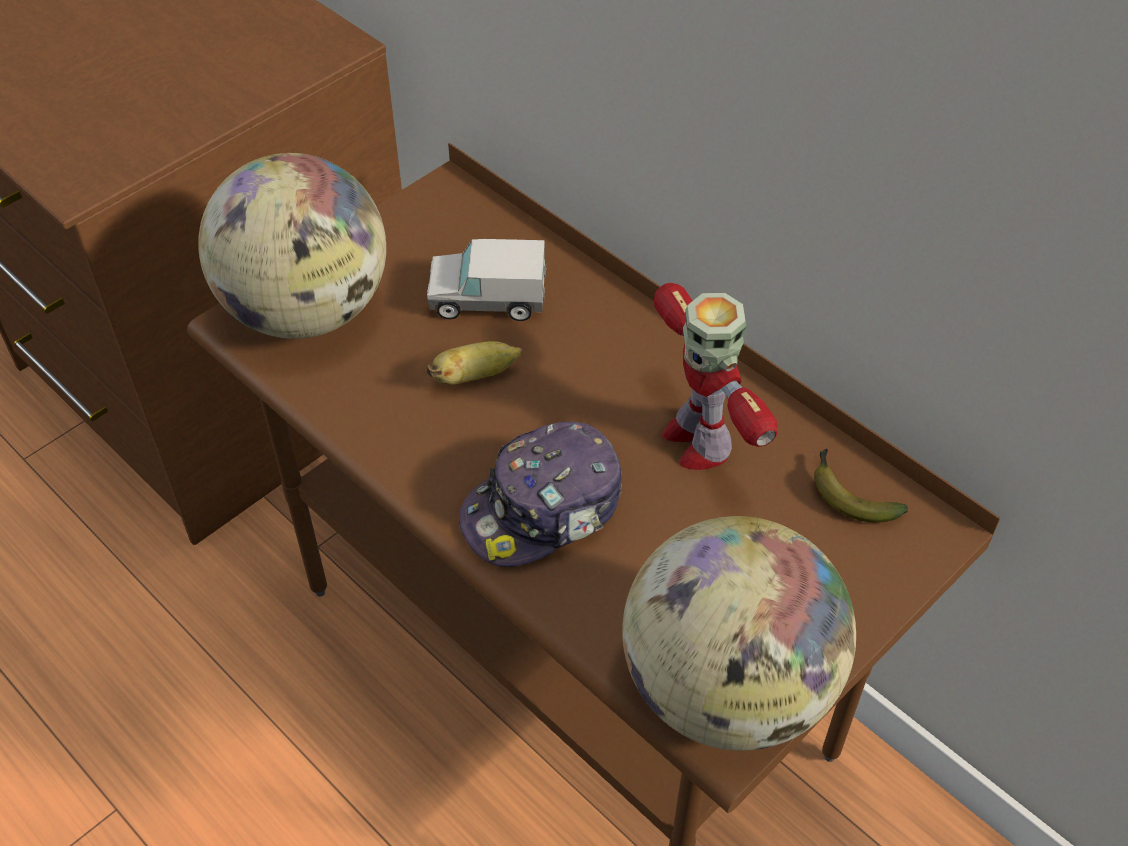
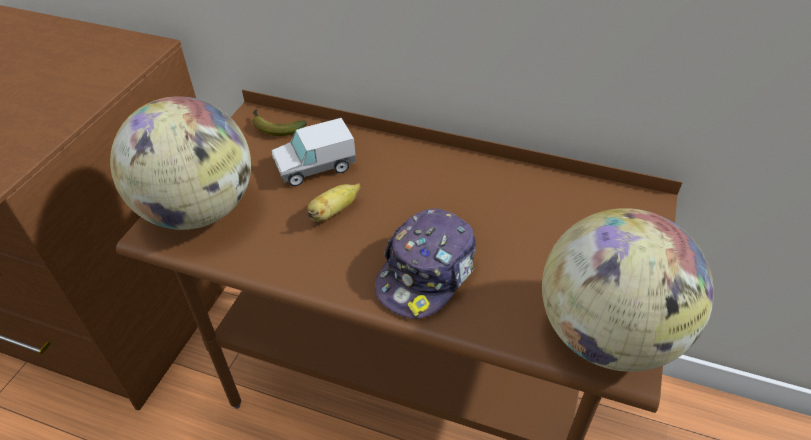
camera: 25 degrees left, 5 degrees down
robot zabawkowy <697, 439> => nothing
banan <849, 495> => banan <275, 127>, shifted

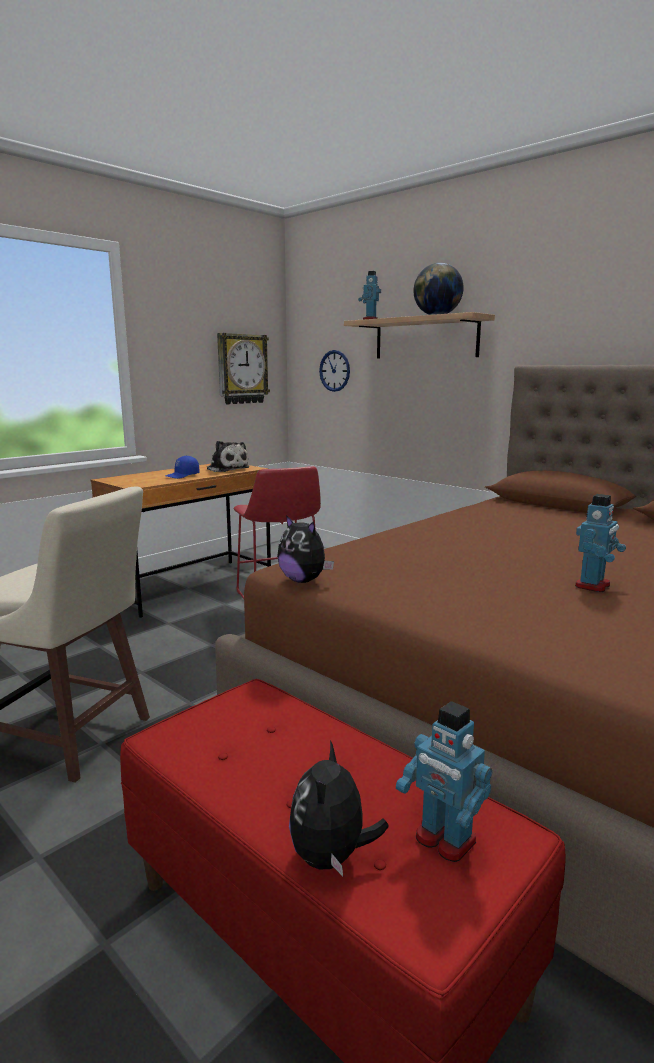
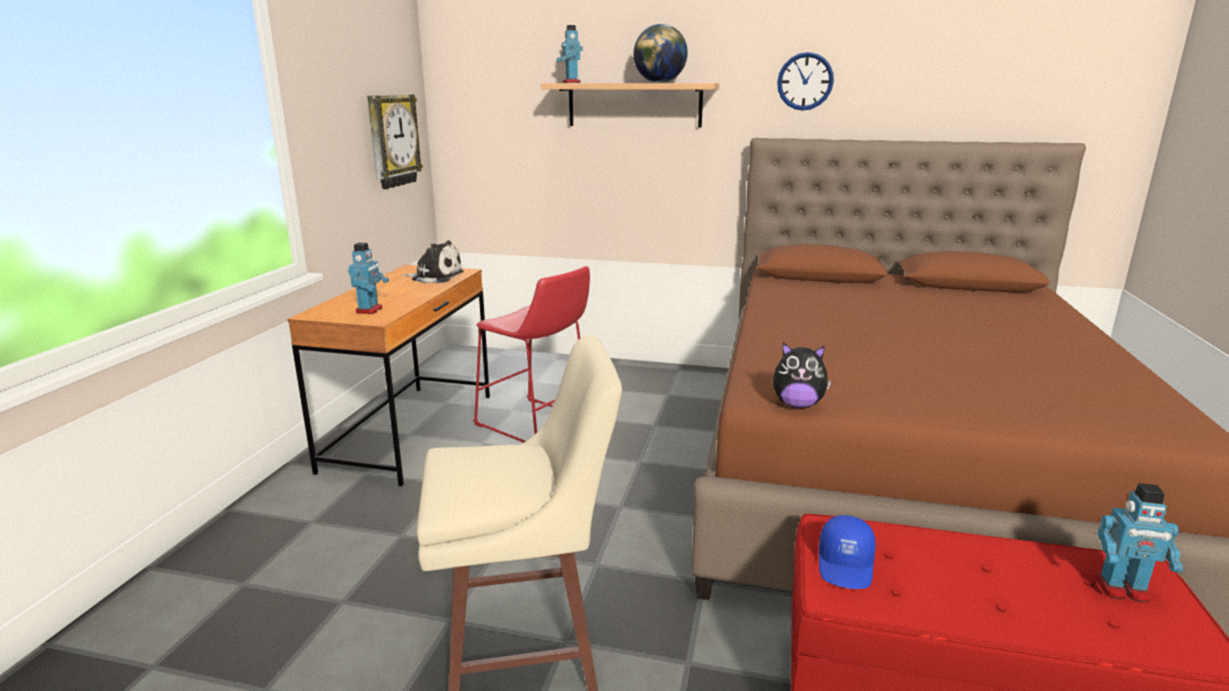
camera: 30 degrees left, 5 degrees up
czapka z daszkiem/niebieski <182, 476> => czapka z daszkiem/niebieski <846, 565>, shifted
pluszak <332, 857> => nothing
zegar ścienny <334, 371> => zegar ścienny <805, 81>, shifted
robot zabawkowy <593, 586> => robot zabawkowy <370, 310>, shifted

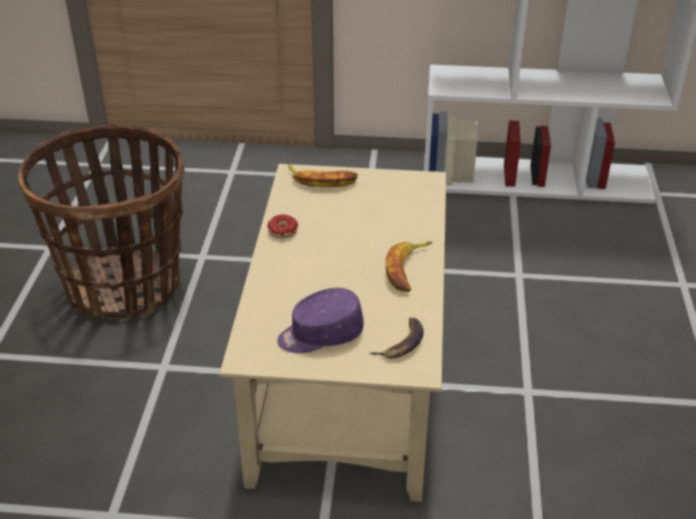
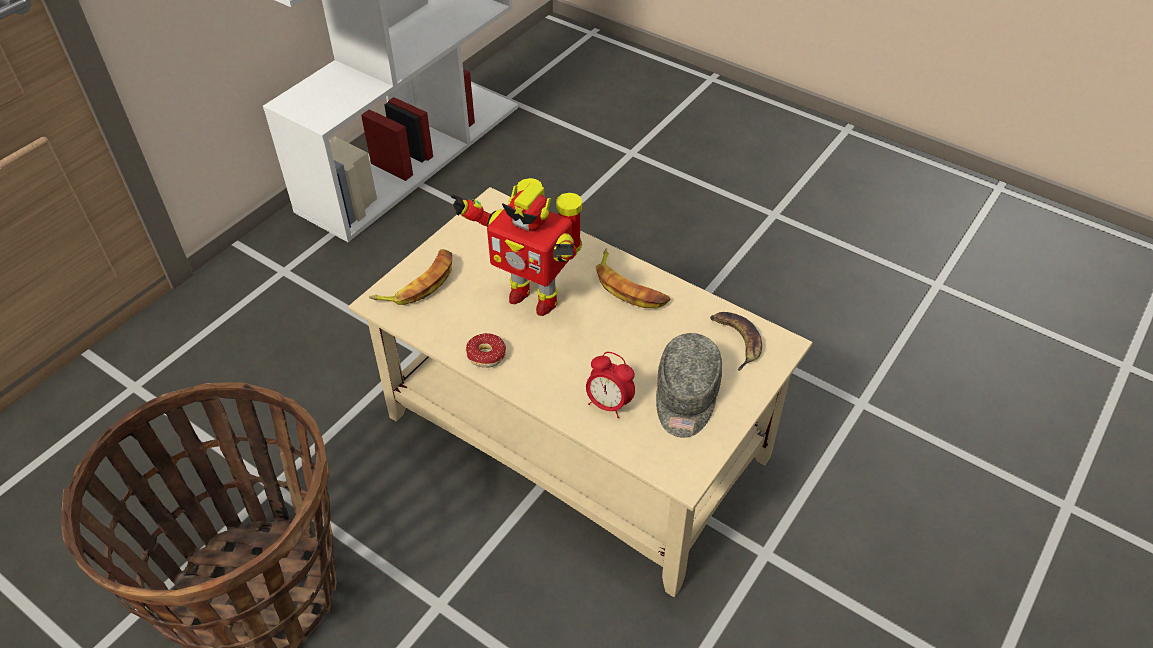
camera: 60 degrees left, 10 degrees up
czapka z daszkiem/fioletowy <320, 335> => czapka z daszkiem/szary <686, 397>
nothing => robot zabawkowy <533, 296>
nothing => budzik <608, 404>

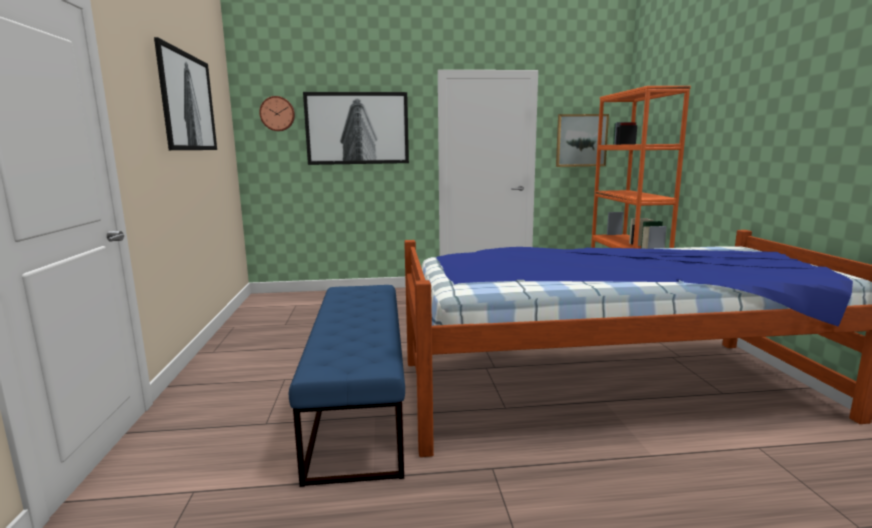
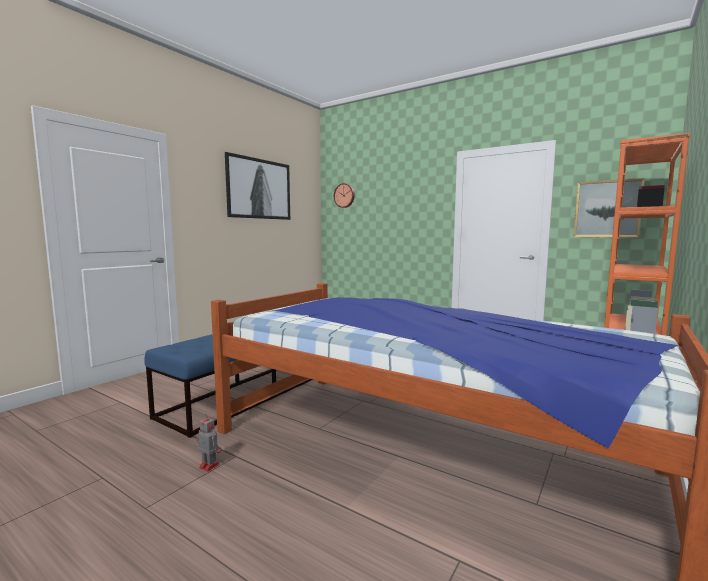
camera: 40 degrees right, 5 degrees down
obraz <357, 128> => nothing
nothing => robot zabawkowy <208, 465>

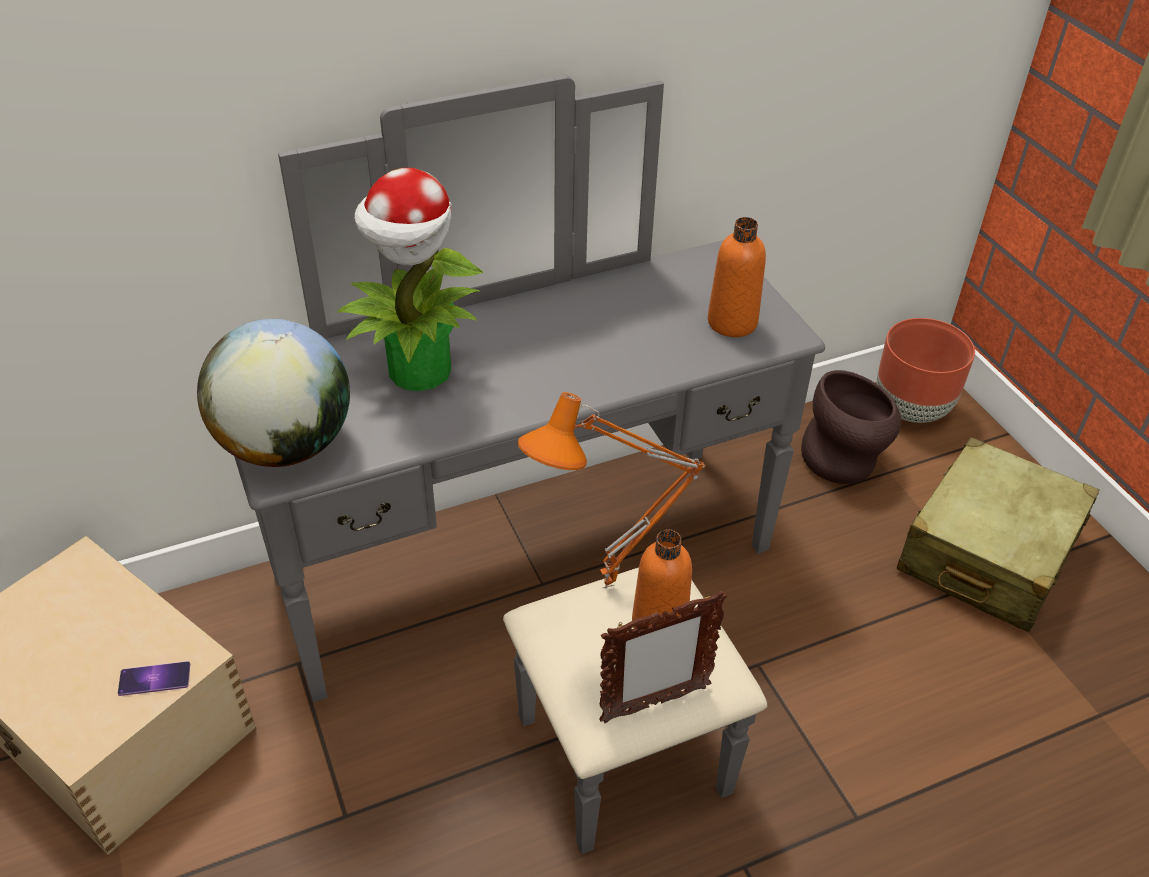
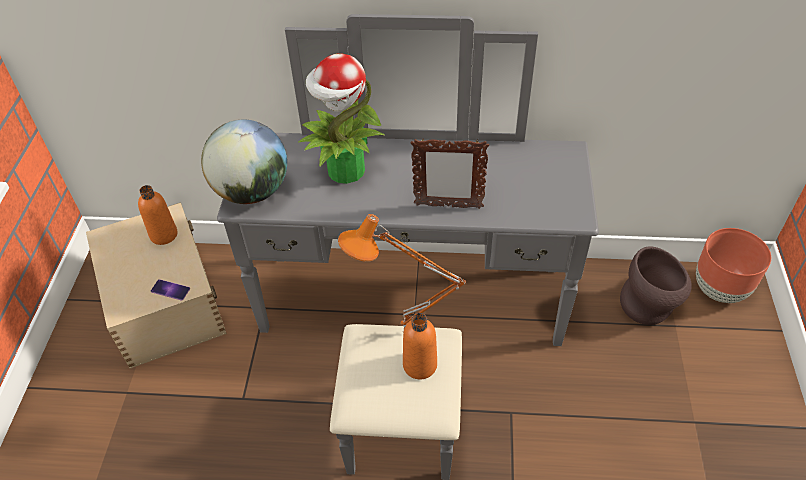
camera: 30 degrees right, 5 degrees up
ramka na zdjęcie <654, 704> => ramka na zdjęcie <448, 206>, shifted
butelka/pomarańczowy <732, 322> => butelka/pomarańczowy <164, 235>, shifted
walizka/beżowy <988, 553> => nothing

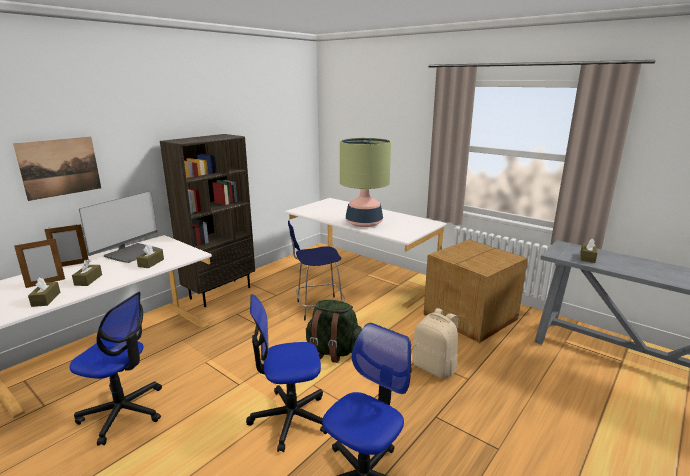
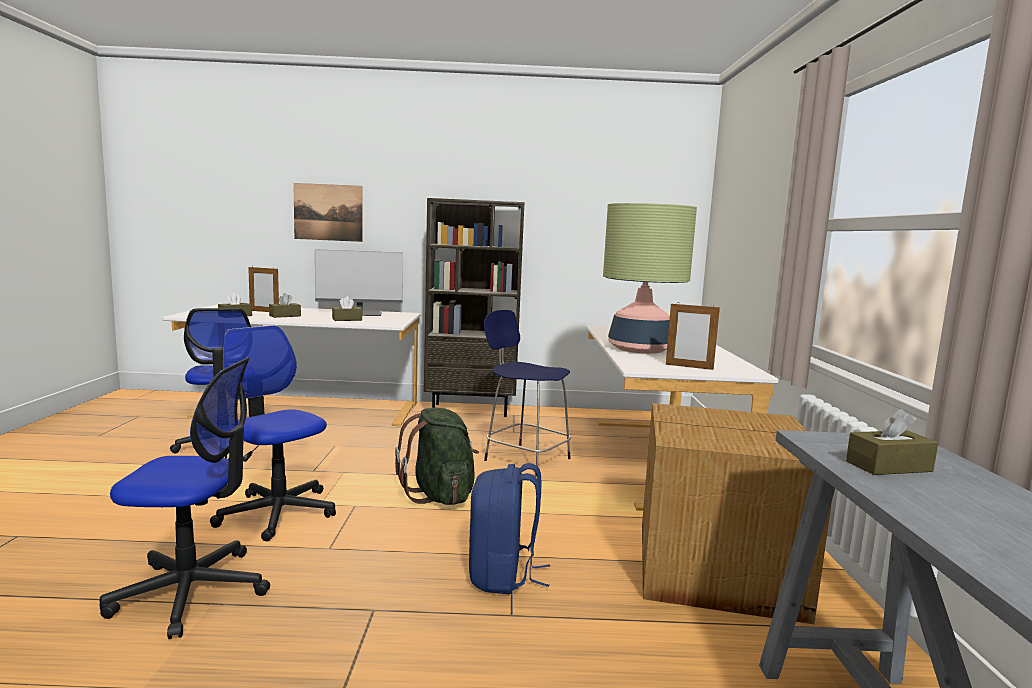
camera: 50 degrees right, 10 degrees down
ramka na zdjęcie <71, 265> => ramka na zdjęcie <689, 367>, shifted
plecak/beżowy <435, 367> => plecak/niebieski <503, 576>

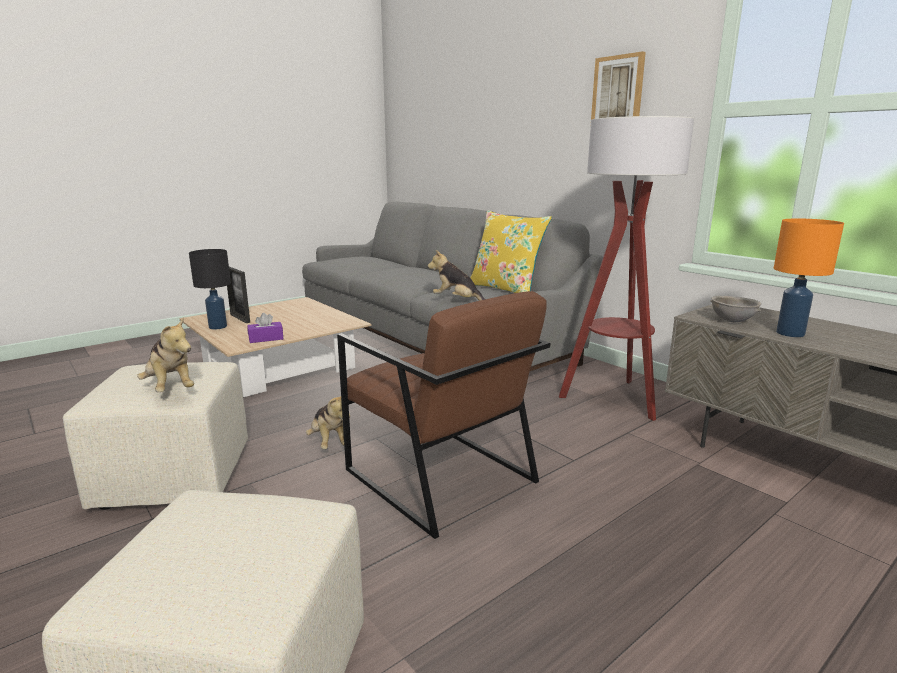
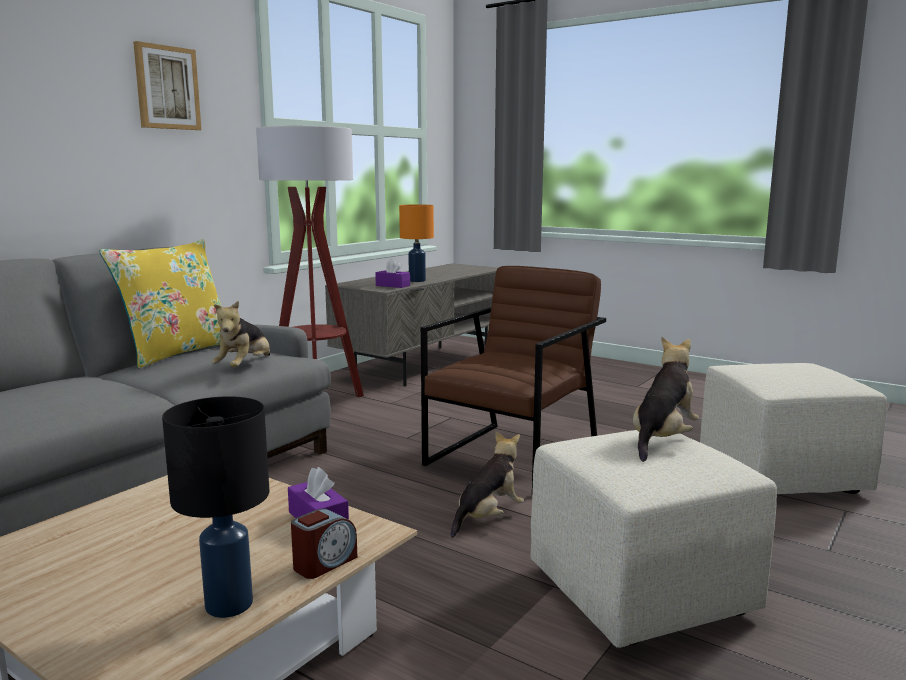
camera: 105 degrees left, 5 degrees down
ramka na zdjęcie <240, 318> => nothing
miska/szary <732, 321> => pudełko chusteczek/fioletowy <392, 285>
nothing => budzik <324, 563>

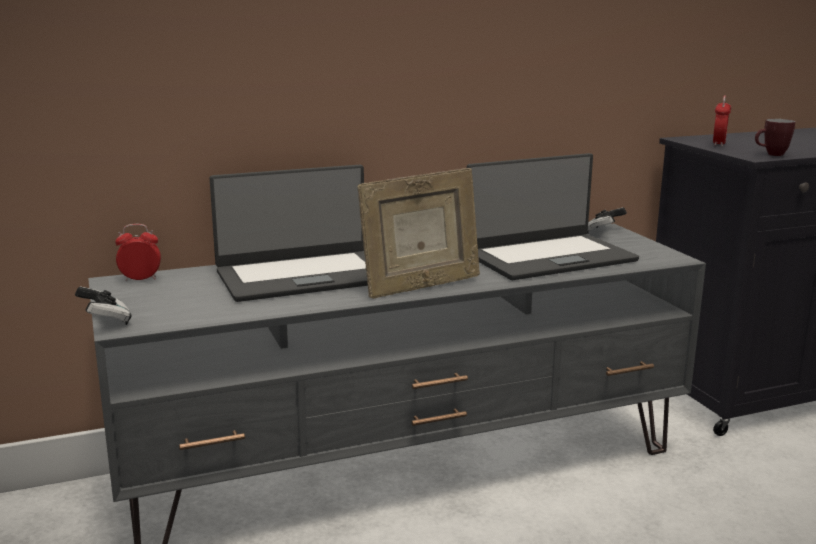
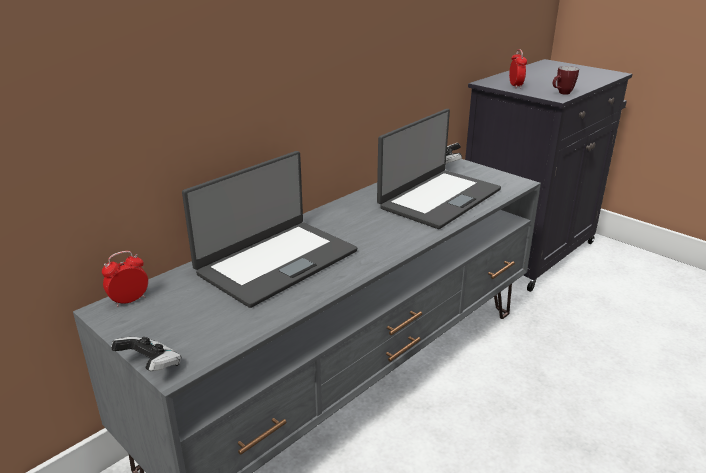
camera: 25 degrees left, 10 degrees up
ramka na zdjęcie <421, 287> => nothing

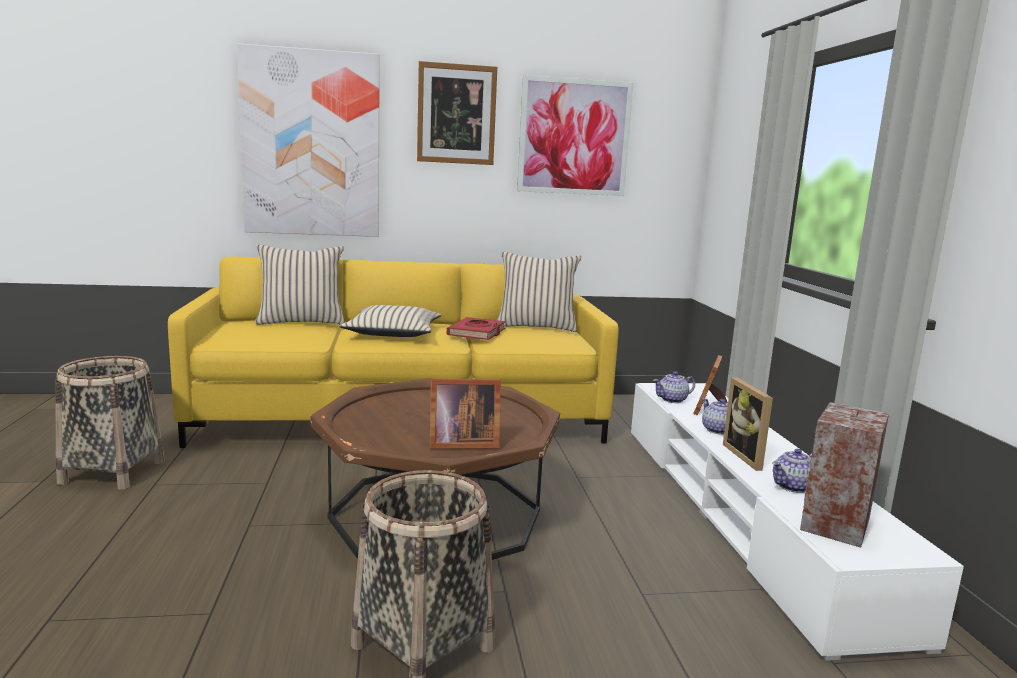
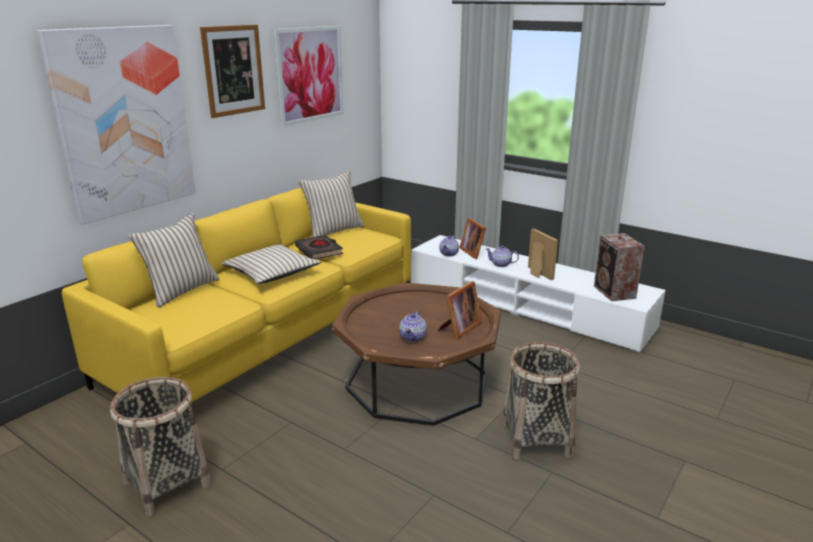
camera: 45 degrees left, 10 degrees up
książka/czerwony <477, 333> => książka/czarny <319, 251>
ramka na zdjęcie <748, 456> => ramka na zdjęcie <537, 274>, 150 degrees counterclockwise
imbryk <793, 486> => imbryk <413, 337>, shifted

